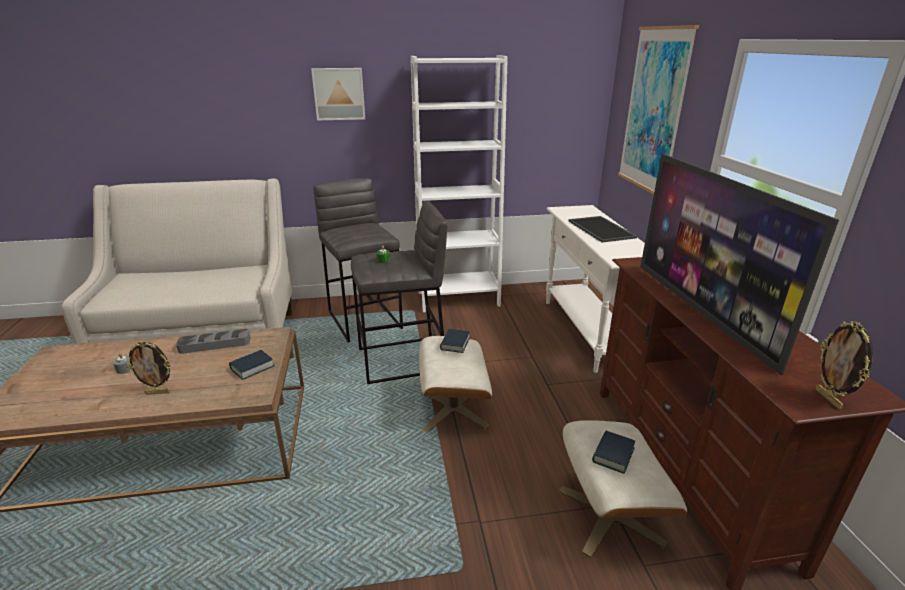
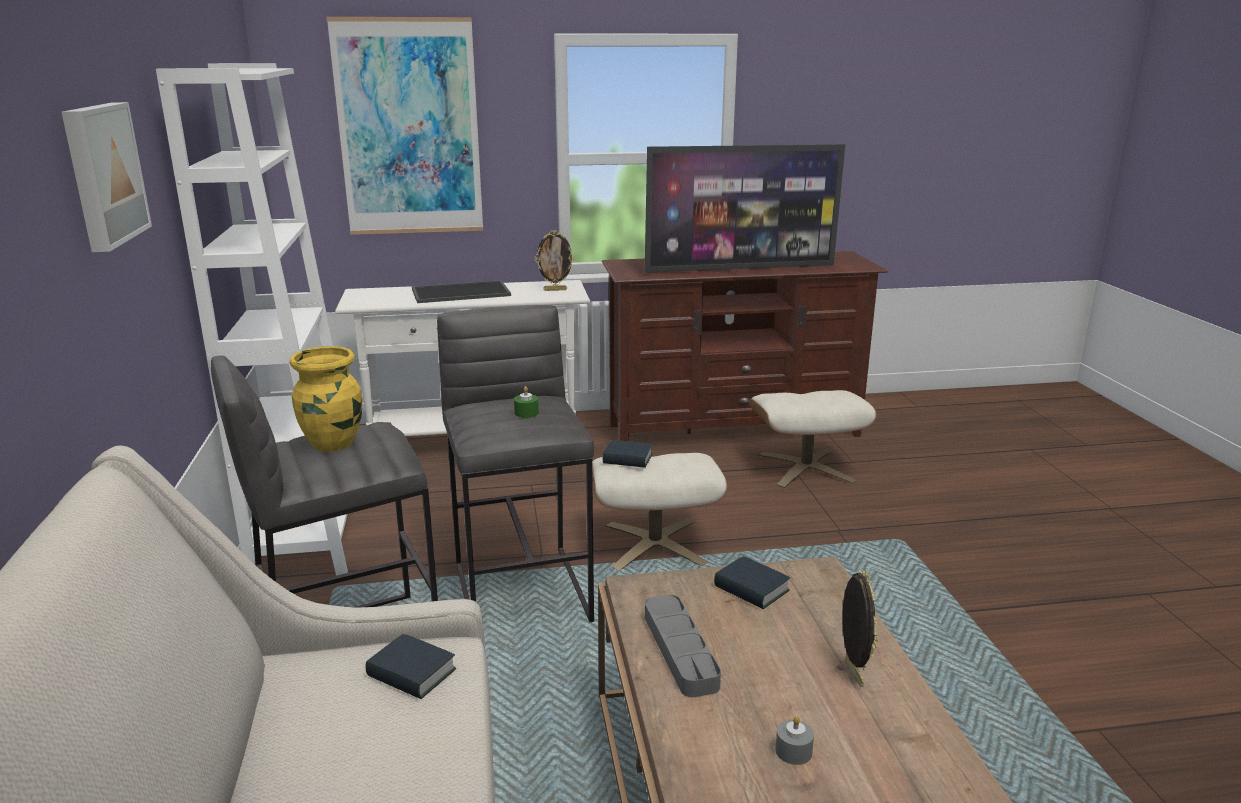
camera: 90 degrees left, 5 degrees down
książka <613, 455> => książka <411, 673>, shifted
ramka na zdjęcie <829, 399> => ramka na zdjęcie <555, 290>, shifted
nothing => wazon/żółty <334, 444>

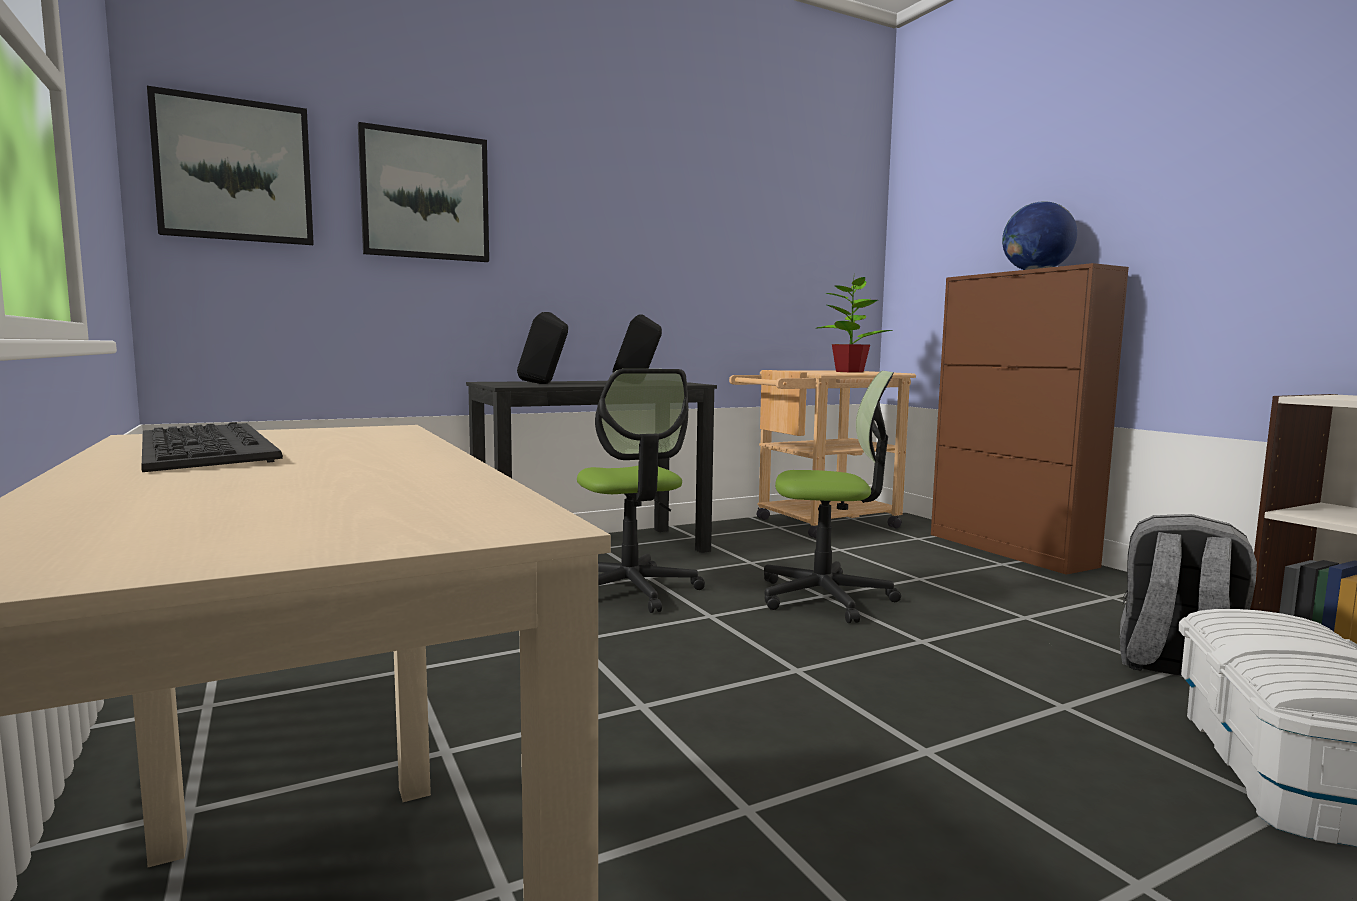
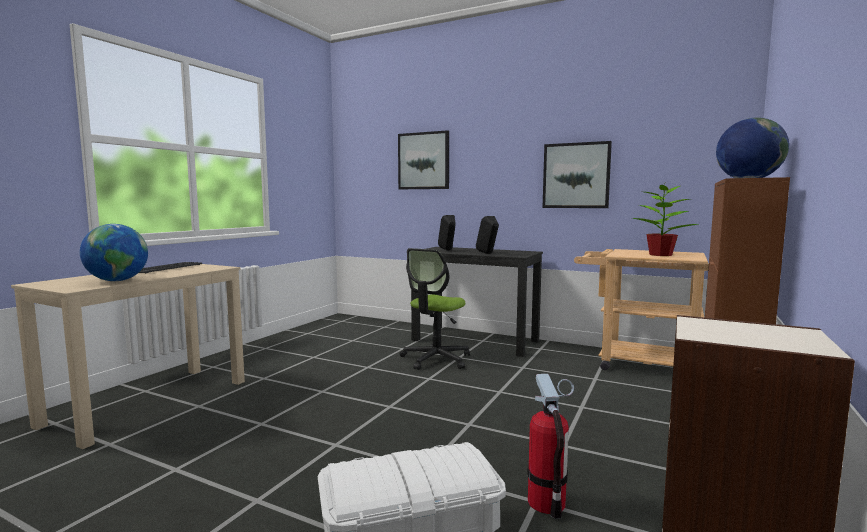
camera: 55 degrees right, 0 degrees up
obraz <235, 171> => obraz <576, 175>, shifted
krzesło biurowe <825, 597> => nothing
plecak/szary <1176, 667> => gaśnica <547, 502>
nothing => globus <117, 281>

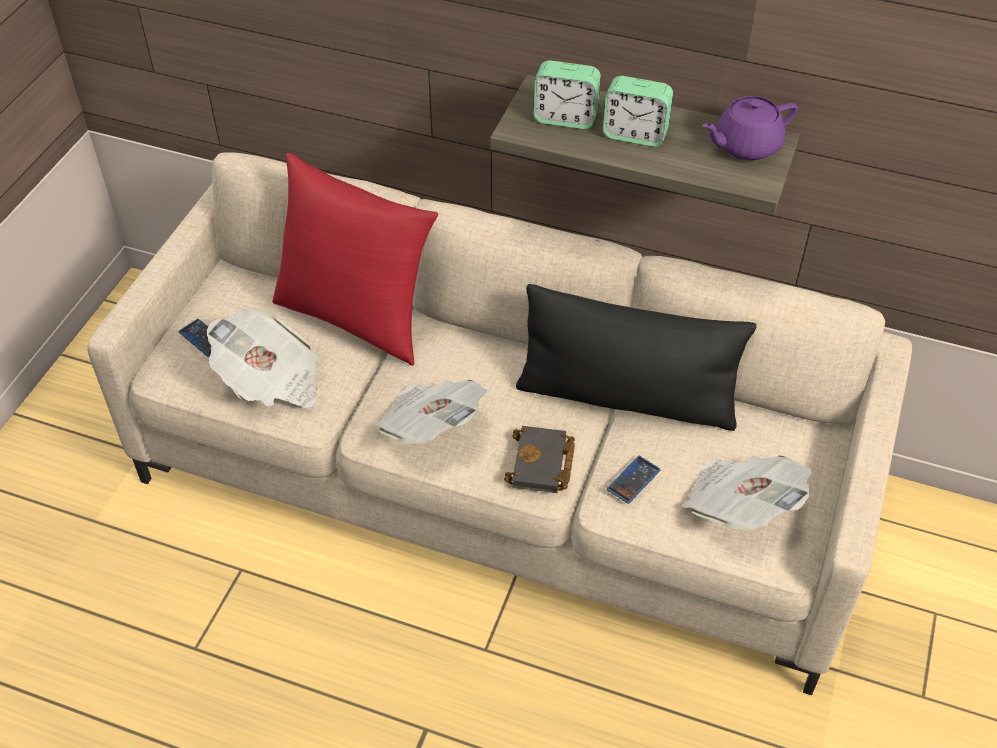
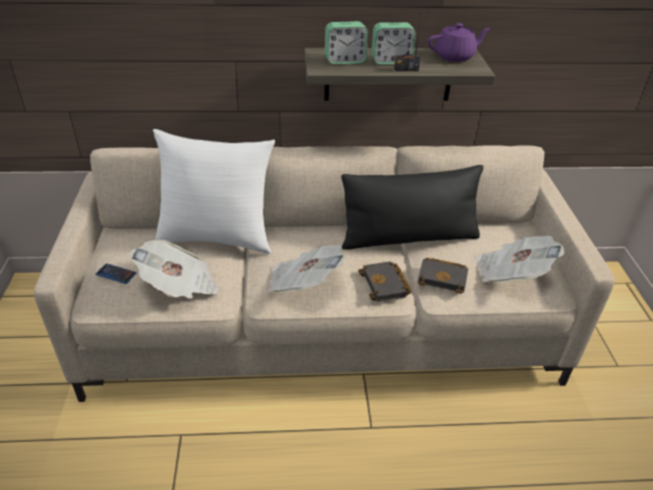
camera: 25 degrees left, 10 degrees down
poduszka/czerwony <357, 316> => poduszka/biały <217, 237>
telefon <633, 480> => książka/czarny <443, 278>
imbryk/fioletowy <745, 146> => imbryk/fioletowy <455, 56>, 150 degrees counterclockwise
nothing => radio <406, 69>

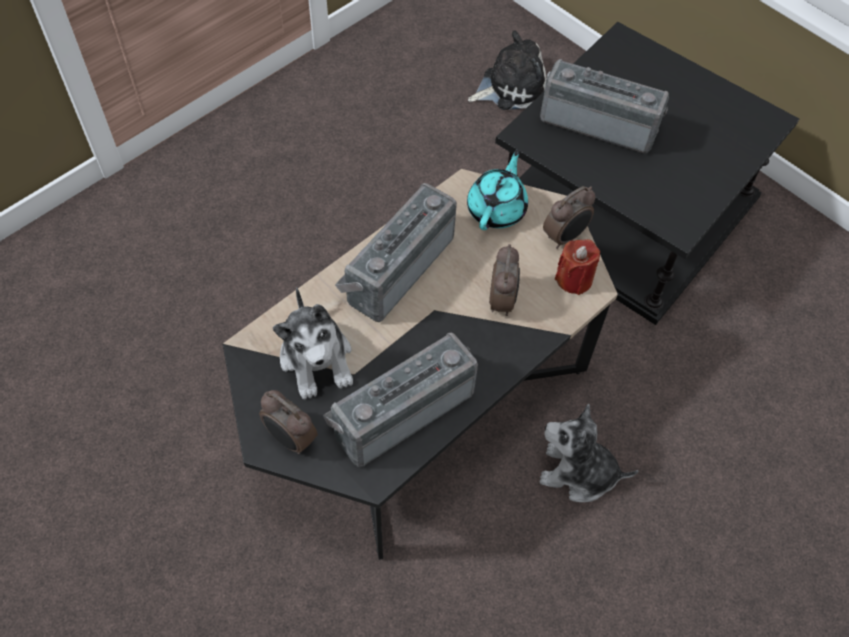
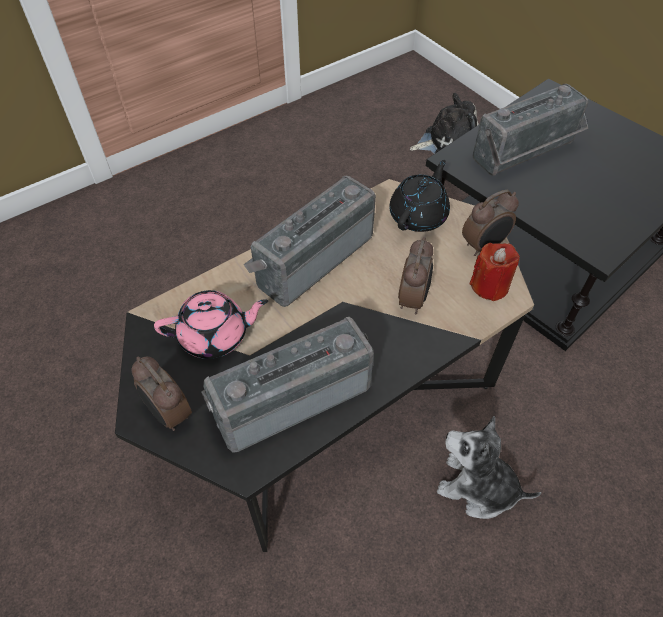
camera: 10 degrees right, 5 degrees down
pluszak <317, 359> => imbryk/różowy <215, 336>
imbryk/turkusowy <497, 209> => imbryk/czarny <419, 215>
radio <599, 122> => radio <526, 155>, 120 degrees clockwise

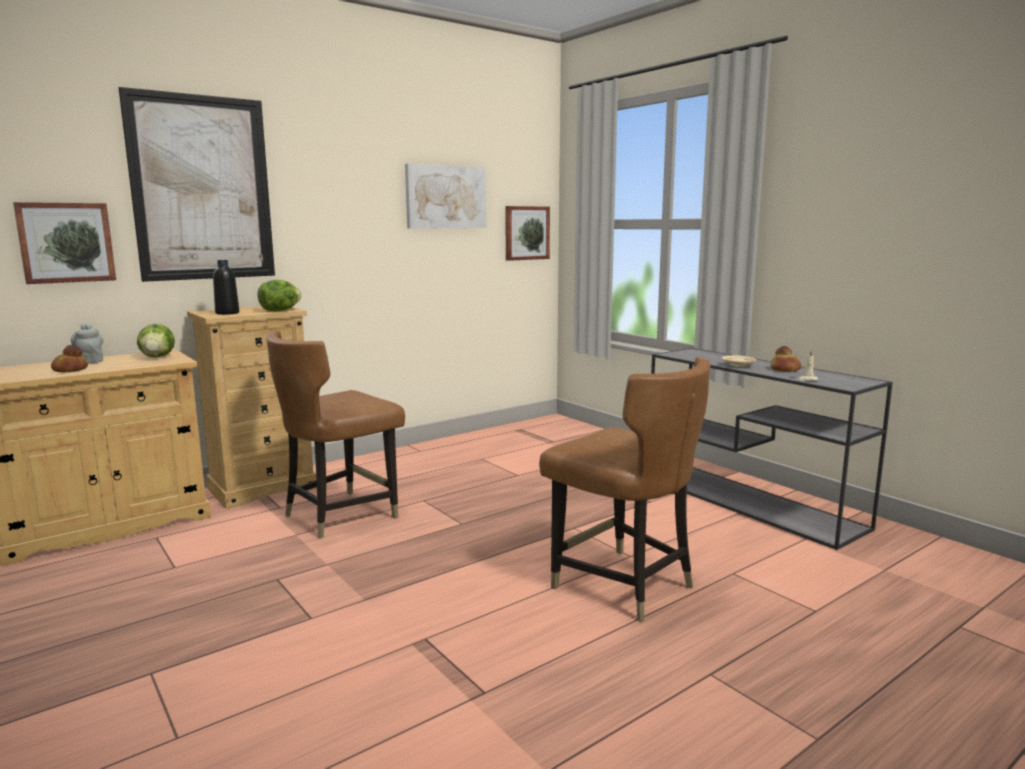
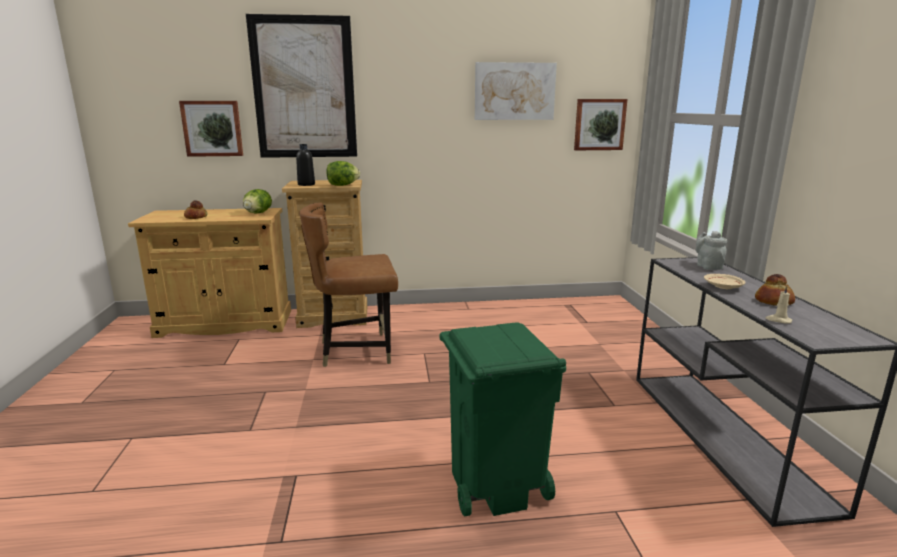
camera: 30 degrees right, 5 degrees up
imbryk/szary <90, 361> => imbryk/szary <708, 266>, shifted
krzesło/brązowy <623, 585> => kosz na śmieci/zielony <495, 484>

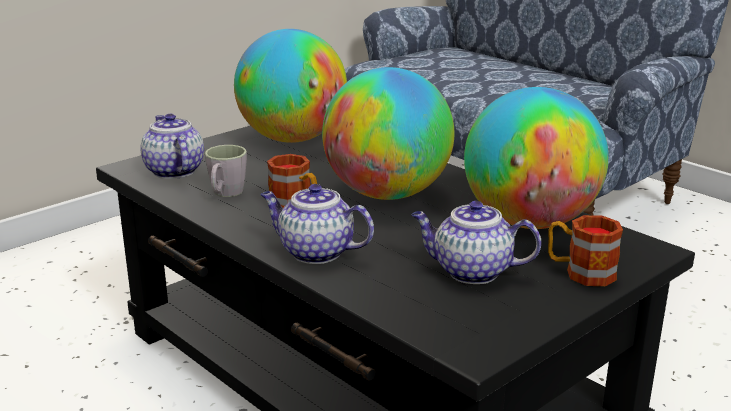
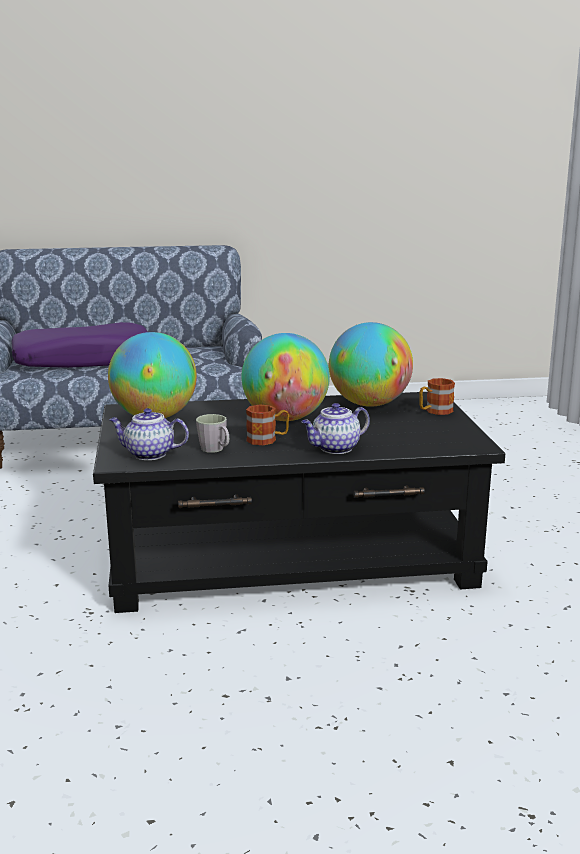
camera: 55 degrees left, 5 degrees down
imbryk <471, 272> => nothing
nothing => poduszka/fioletowy <83, 360>

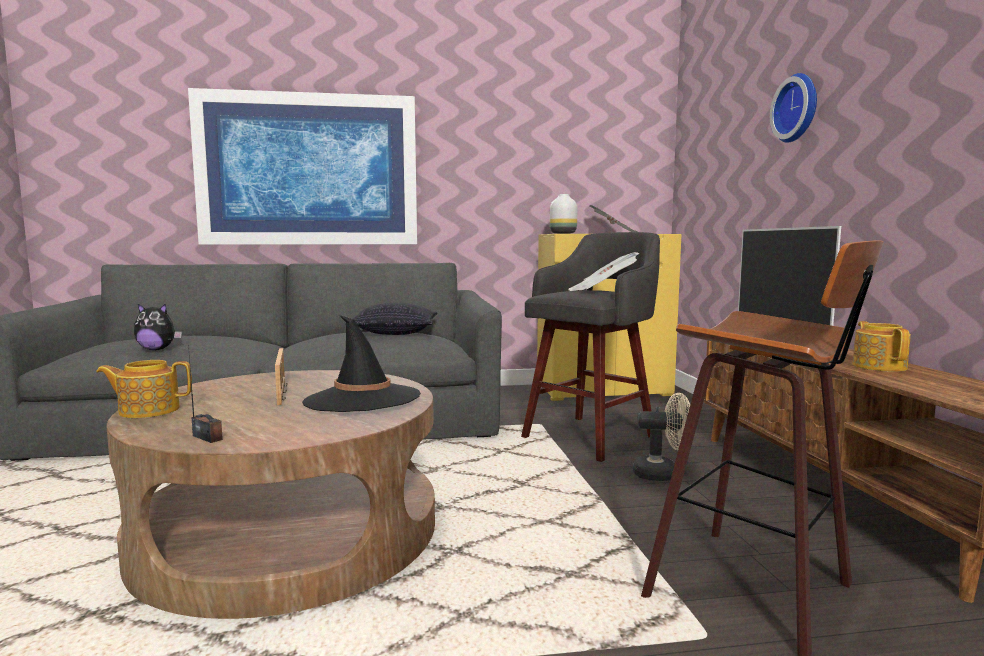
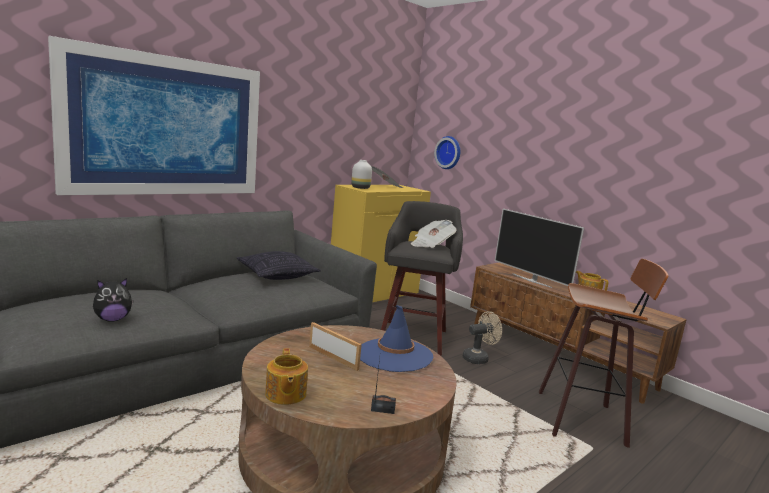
camera: 35 degrees left, 5 degrees up
imbryk <148, 410> => imbryk <285, 394>, 60 degrees counterclockwise
kapelusz/czarny <362, 399> => kapelusz/niebieski <394, 355>
zegar ścienny <798, 108> => zegar ścienny <449, 152>, shifted

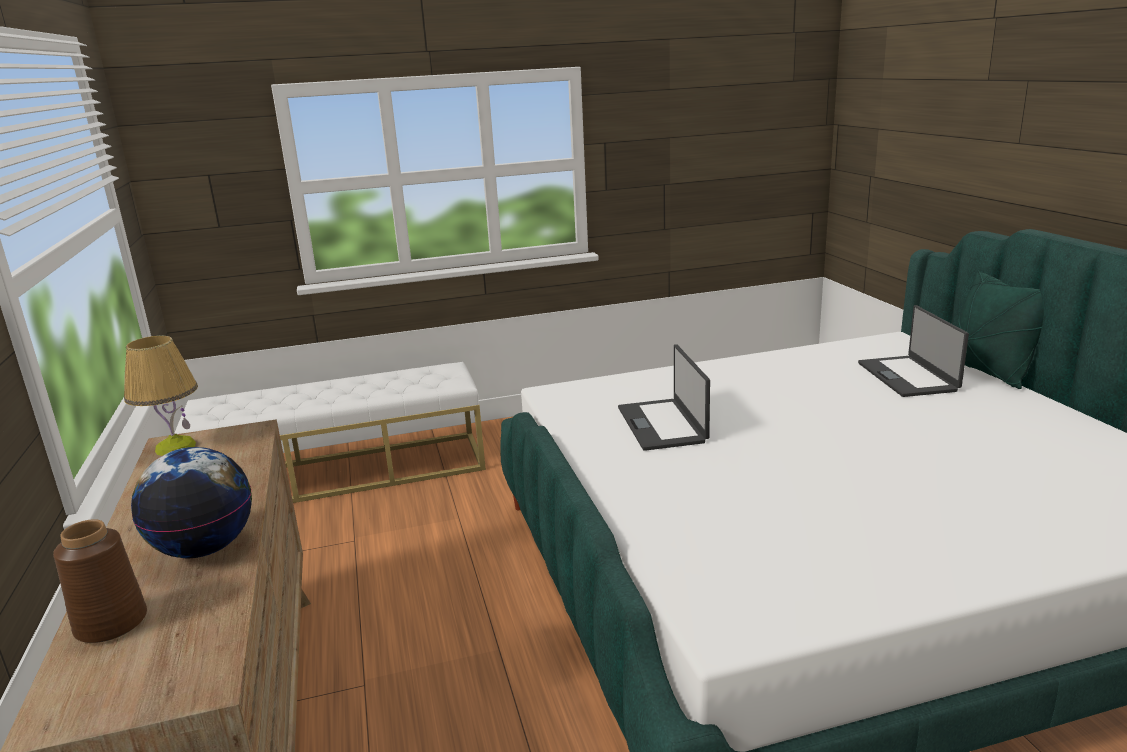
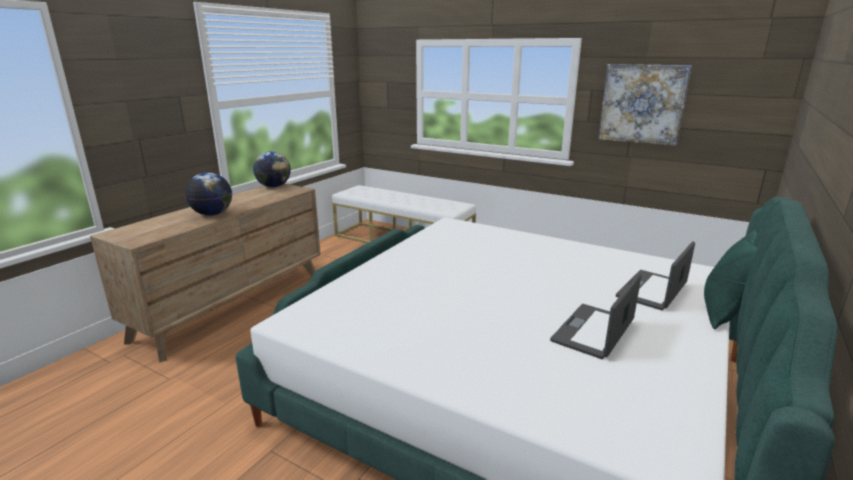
camera: 45 degrees right, 0 degrees up
wazon/brązowy <110, 624> => nothing
lampa stołowa <175, 447> => globus <274, 186>
laptop <663, 424> => laptop <594, 331>, shifted
nothing => obraz <642, 104>

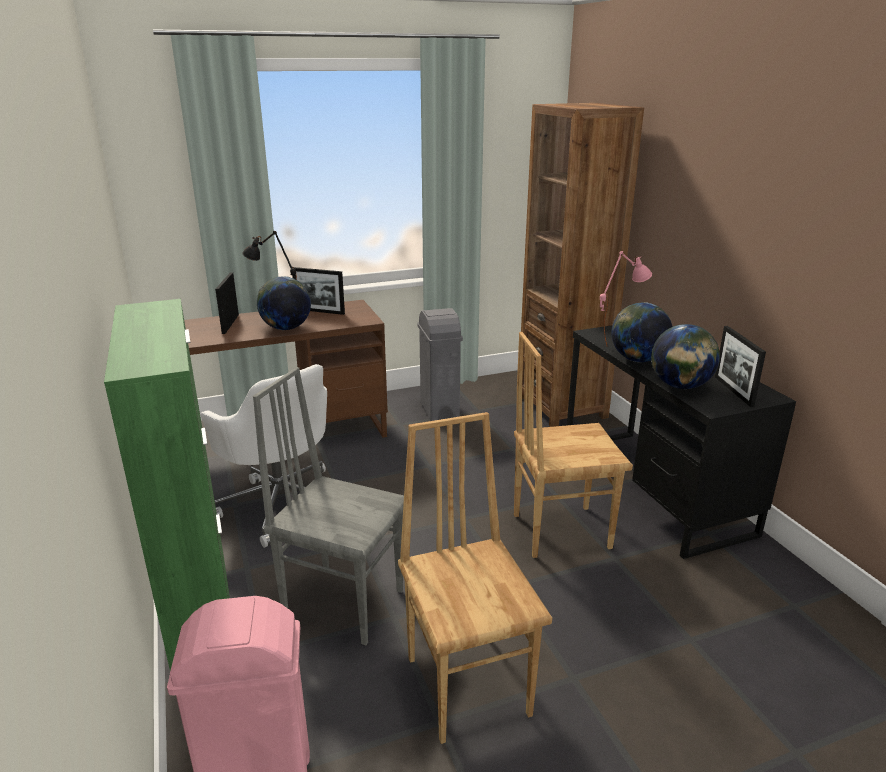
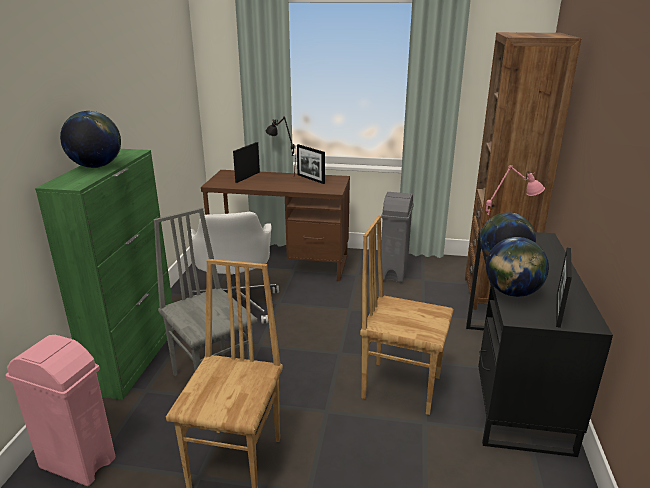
camera: 30 degrees right, 0 degrees up
globus <286, 328> => globus <96, 166>, shifted

